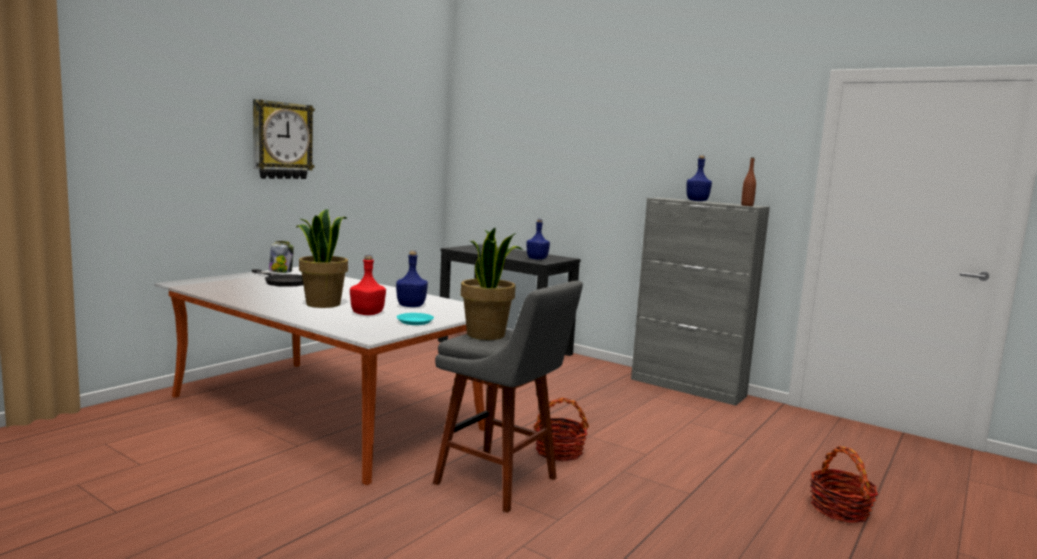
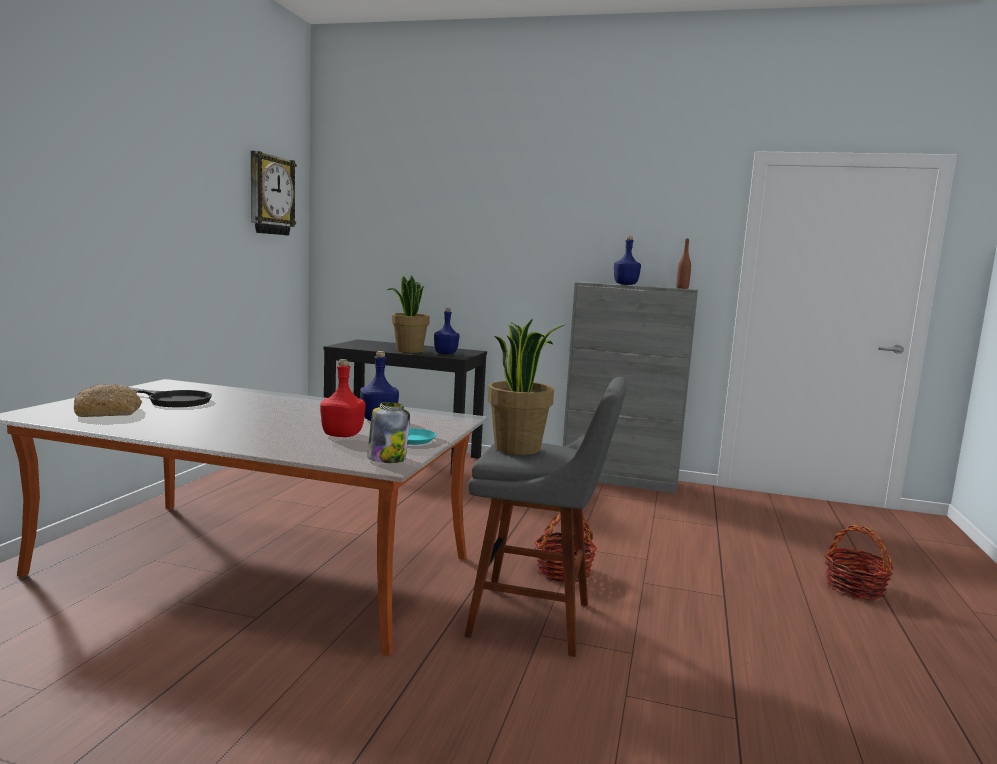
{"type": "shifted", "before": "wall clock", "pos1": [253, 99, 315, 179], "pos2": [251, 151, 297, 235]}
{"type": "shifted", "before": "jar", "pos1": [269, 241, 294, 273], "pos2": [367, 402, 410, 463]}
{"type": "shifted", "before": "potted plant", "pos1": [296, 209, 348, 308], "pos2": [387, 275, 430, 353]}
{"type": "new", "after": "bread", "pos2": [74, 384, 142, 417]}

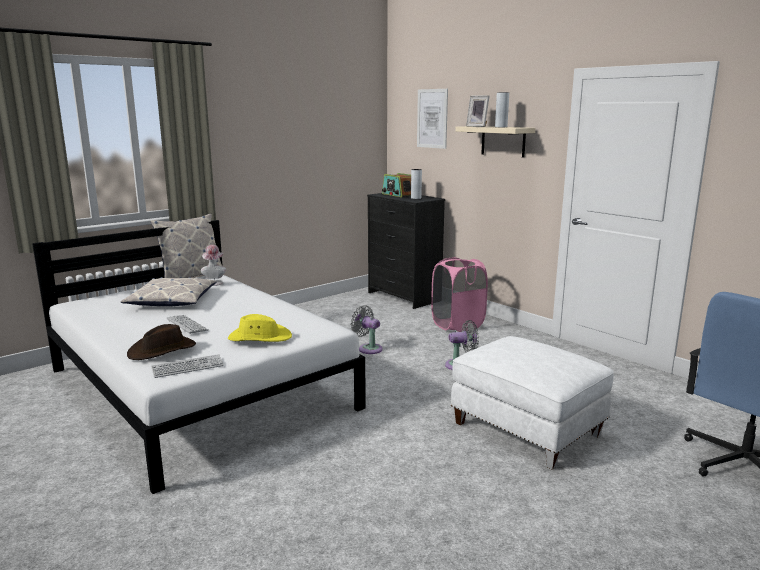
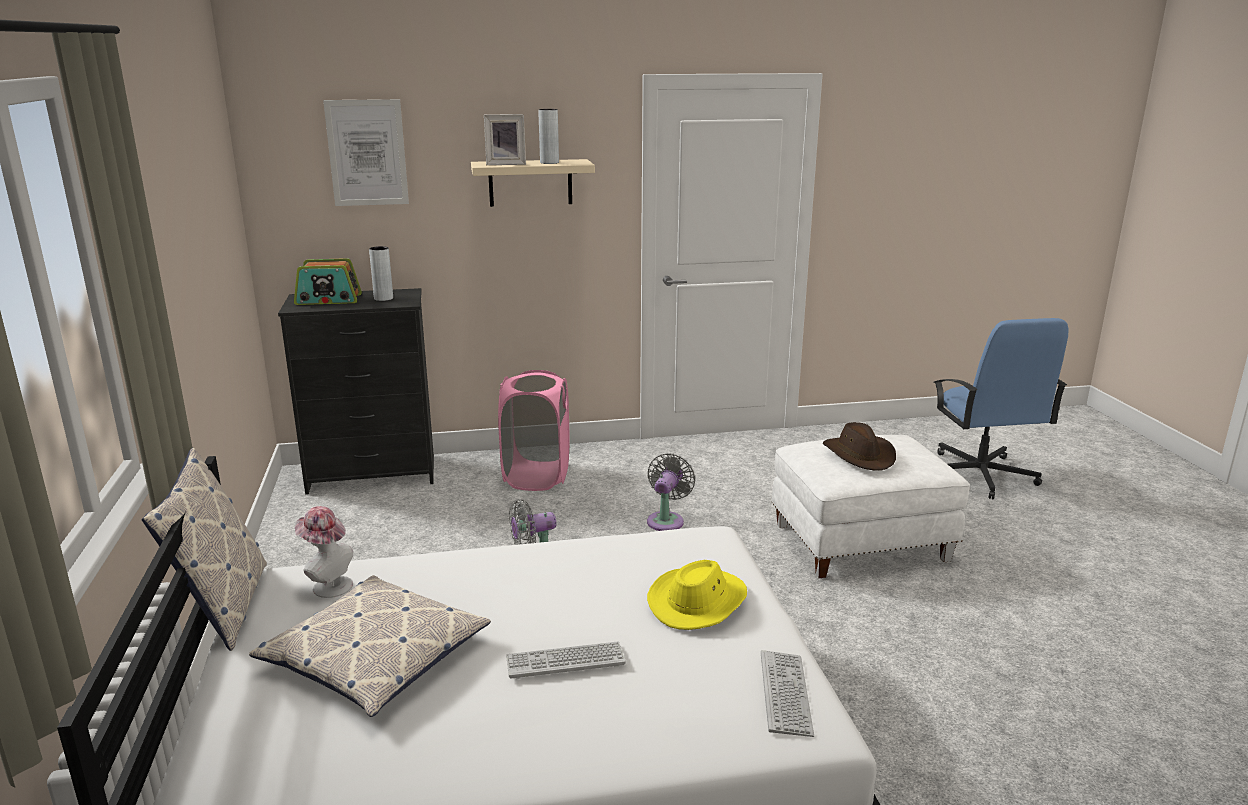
{"type": "shifted", "before": "brown hat", "pos1": [127, 324, 196, 360], "pos2": [823, 422, 896, 471]}

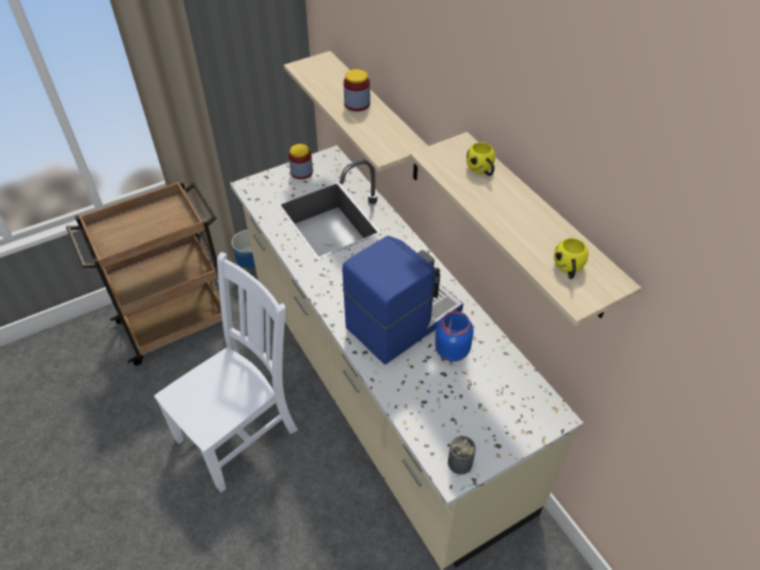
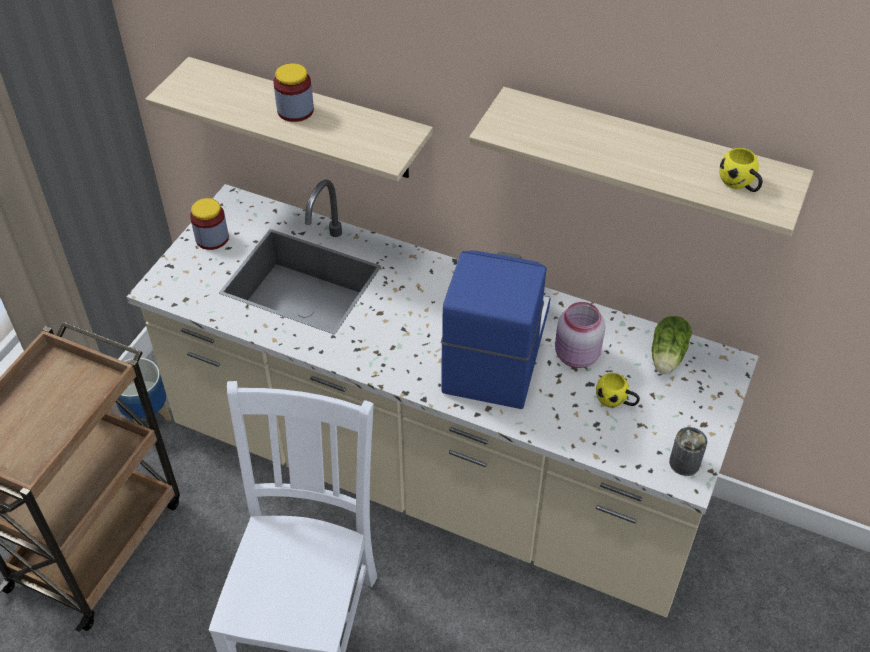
{"type": "repainted", "before": "blue jar", "after": "pink jar", "pos1": [435, 311, 474, 362], "pos2": [555, 302, 605, 368]}
{"type": "shifted", "before": "yellow mug", "pos1": [467, 142, 495, 176], "pos2": [596, 373, 640, 408]}
{"type": "new", "after": "lettuce", "pos2": [652, 316, 692, 374]}

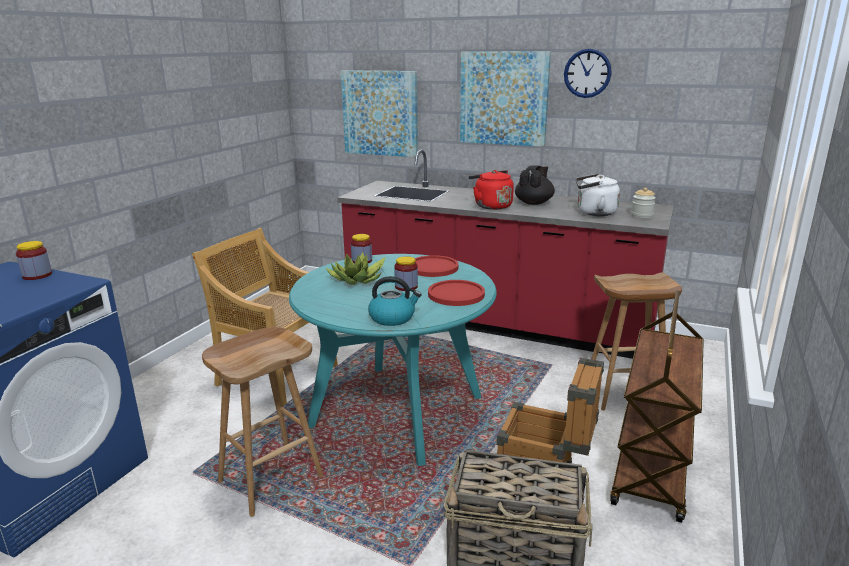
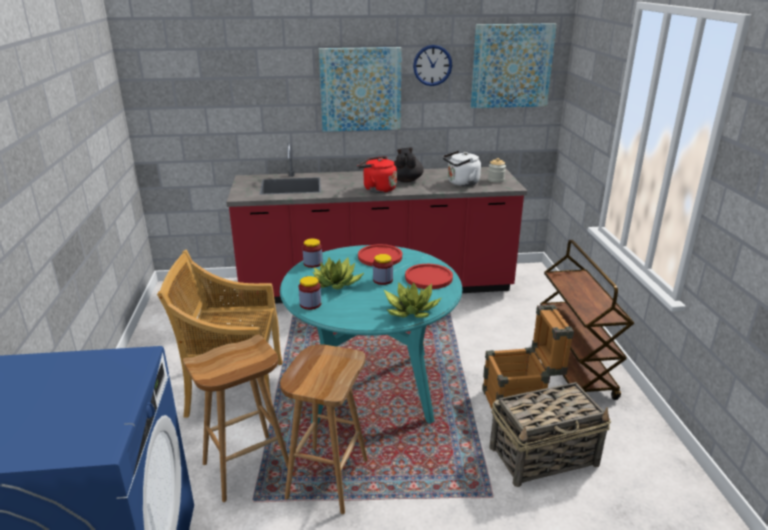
{"type": "shifted", "before": "jar", "pos1": [16, 241, 52, 280], "pos2": [299, 276, 321, 310]}
{"type": "shifted", "before": "picture", "pos1": [341, 70, 418, 157], "pos2": [471, 23, 557, 108]}
{"type": "swapped", "before": "kettle", "after": "potted plant", "pos1": [368, 276, 422, 326], "pos2": [383, 282, 441, 318]}
{"type": "shifted", "before": "brown stool", "pos1": [591, 272, 682, 411], "pos2": [183, 335, 289, 502]}

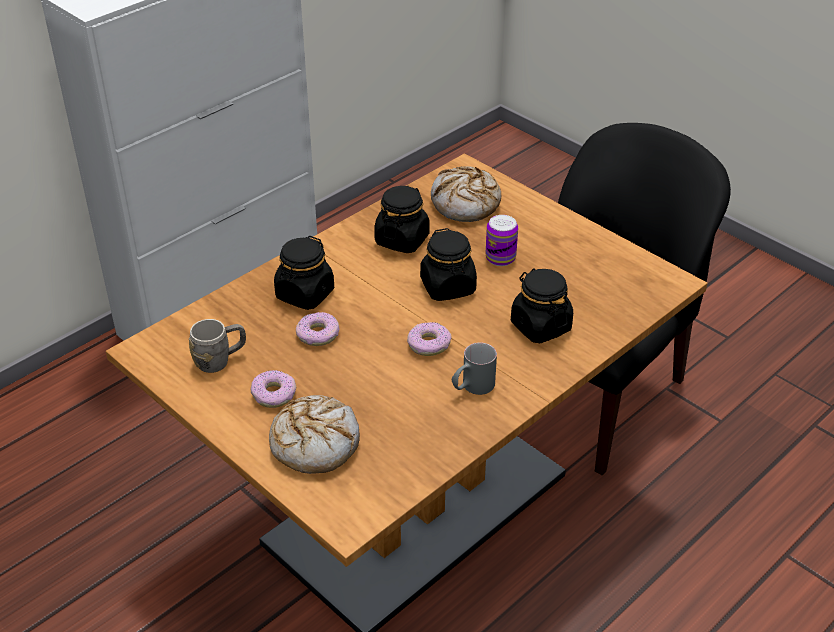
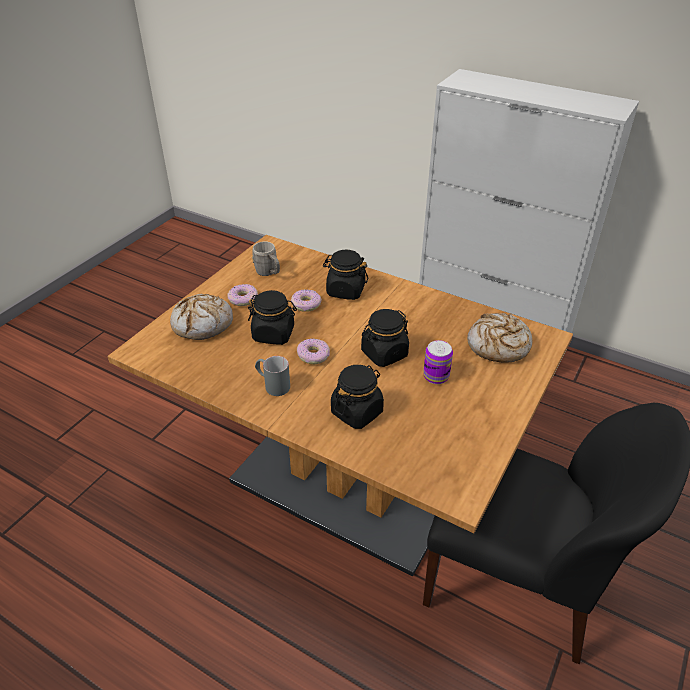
{"type": "shifted", "before": "black jar", "pos1": [374, 186, 430, 253], "pos2": [248, 290, 297, 345]}

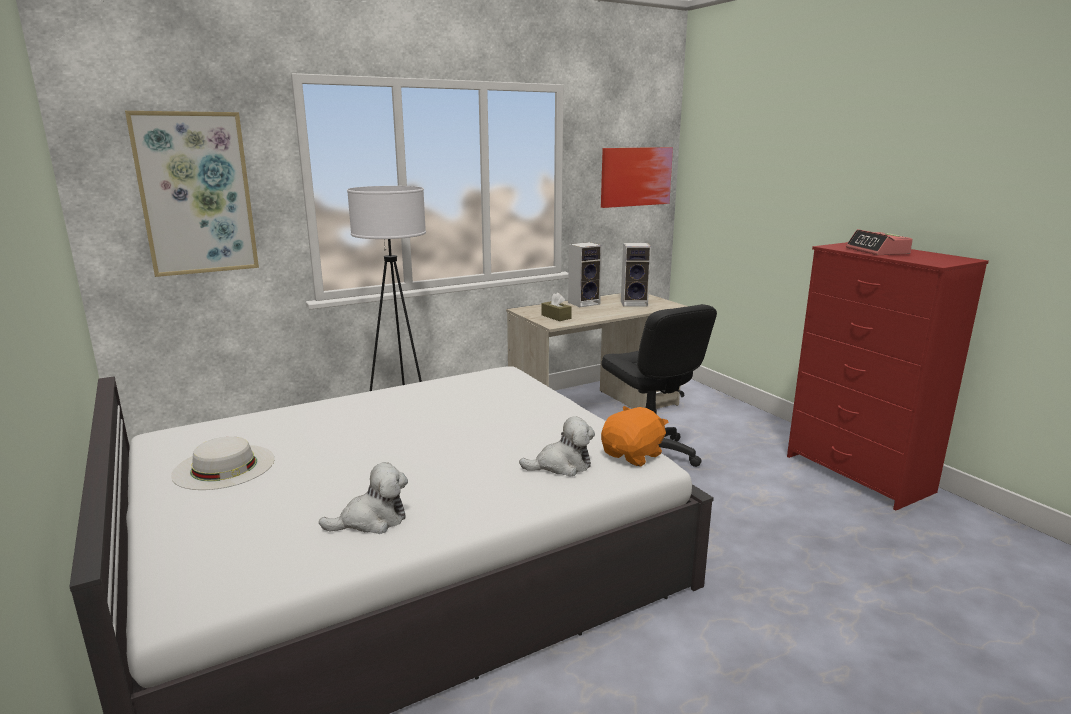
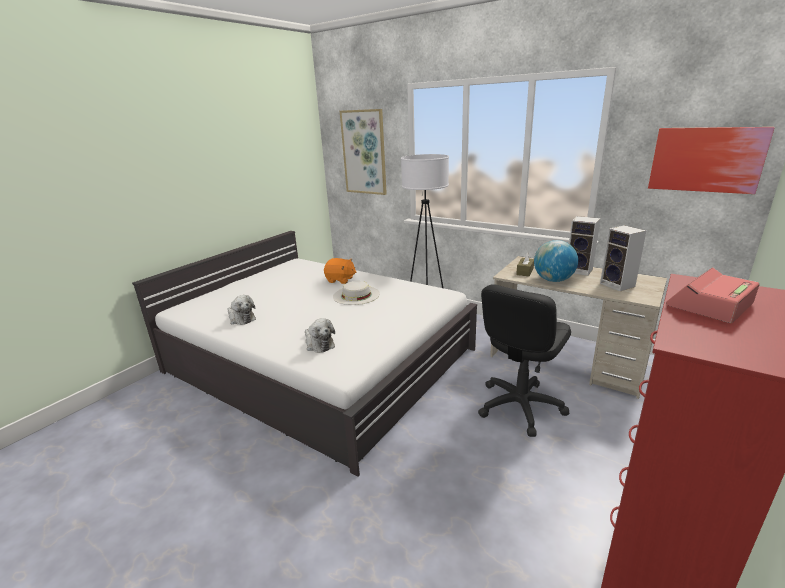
{"type": "shifted", "before": "white hat", "pos1": [171, 437, 275, 490], "pos2": [333, 281, 380, 305]}
{"type": "shifted", "before": "orange plush toy", "pos1": [601, 406, 668, 467], "pos2": [324, 258, 356, 284]}
{"type": "new", "after": "globe", "pos2": [534, 240, 578, 282]}

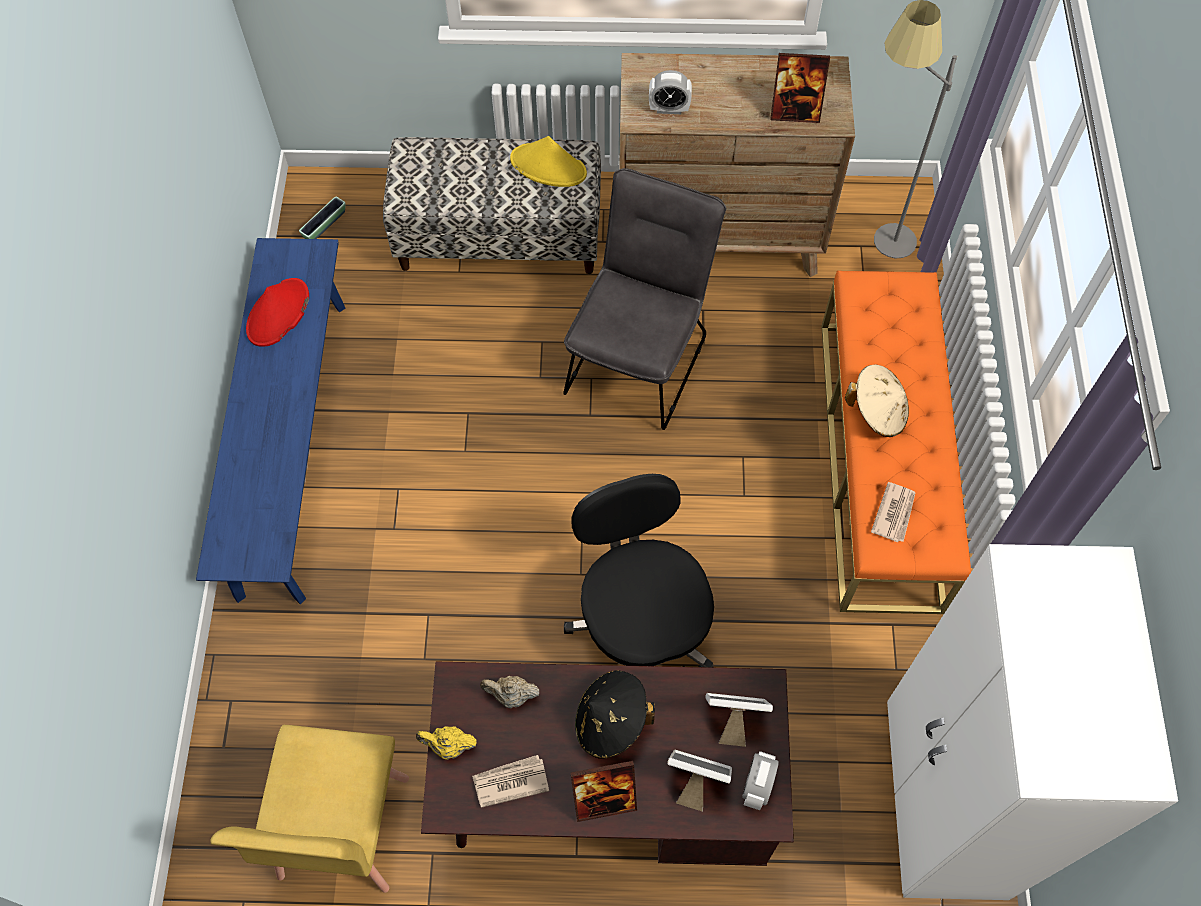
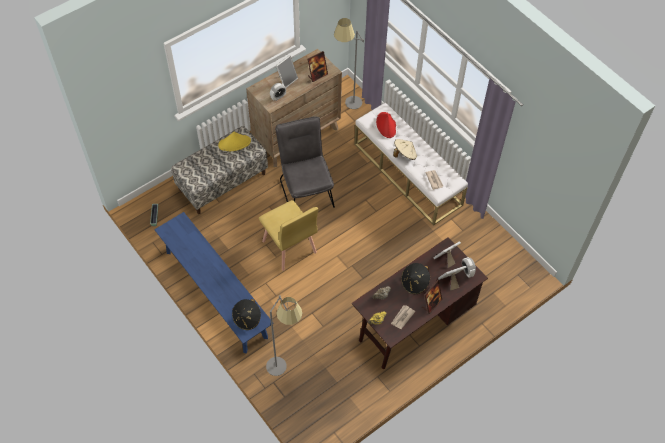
{"type": "shifted", "before": "yellow chair", "pos1": [210, 725, 409, 893], "pos2": [259, 200, 318, 271]}
{"type": "shifted", "before": "red hat", "pos1": [246, 278, 309, 347], "pos2": [376, 112, 396, 138]}
{"type": "gone", "before": "black office chair", "pos1": [564, 474, 714, 668]}
{"type": "repainted", "before": "orange bench", "after": "white bench", "pos1": [821, 271, 971, 614], "pos2": [354, 102, 468, 226]}
{"type": "gone", "before": "white wardrobe", "pos1": [887, 544, 1178, 900]}
{"type": "new", "after": "black hat", "pos2": [232, 299, 261, 330]}
{"type": "new", "after": "grey floor lamp", "pos2": [266, 295, 302, 376]}
{"type": "new", "after": "picture frame", "pos2": [276, 55, 298, 88]}

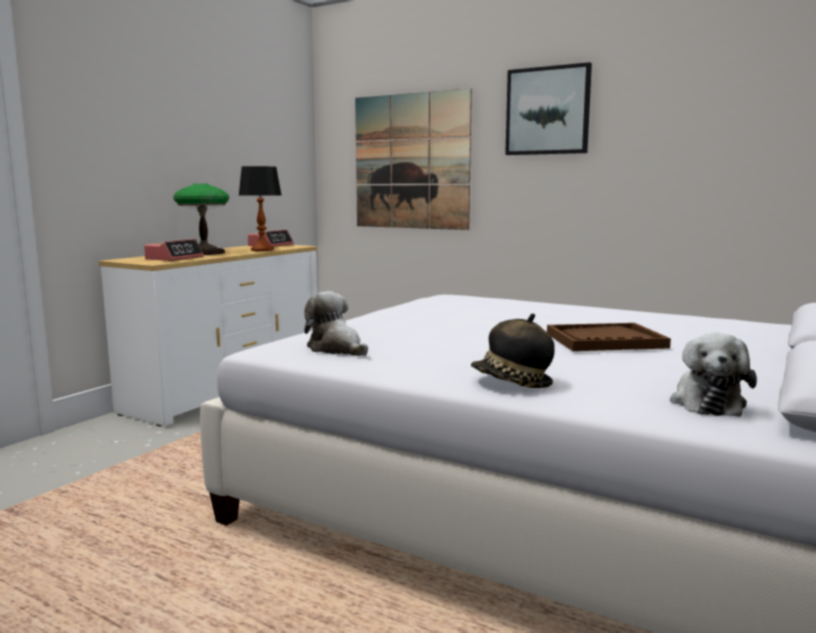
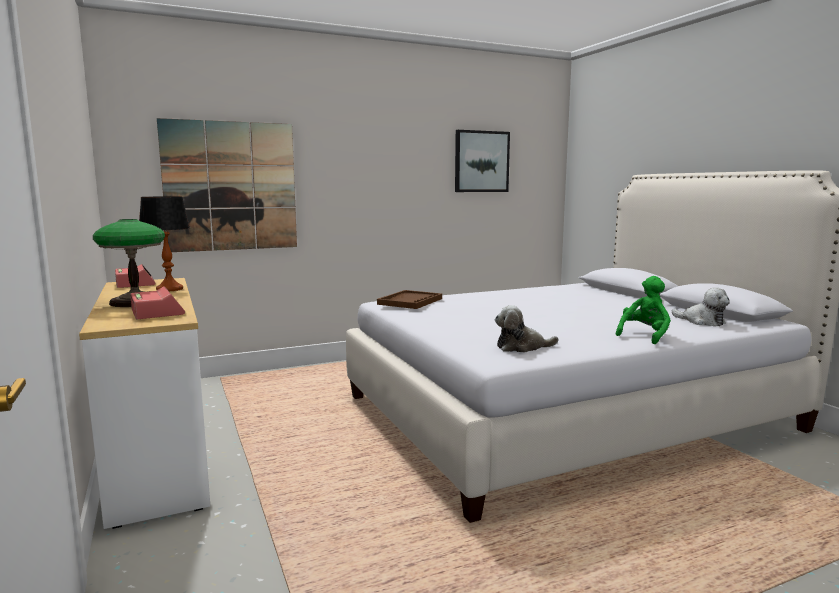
{"type": "swapped", "before": "hat", "after": "green plush toy", "pos1": [471, 314, 555, 388], "pos2": [616, 276, 671, 344]}
{"type": "shifted", "before": "picture", "pos1": [505, 62, 592, 155], "pos2": [455, 130, 510, 192]}
{"type": "shifted", "before": "brown tray", "pos1": [547, 323, 671, 351], "pos2": [377, 290, 442, 309]}

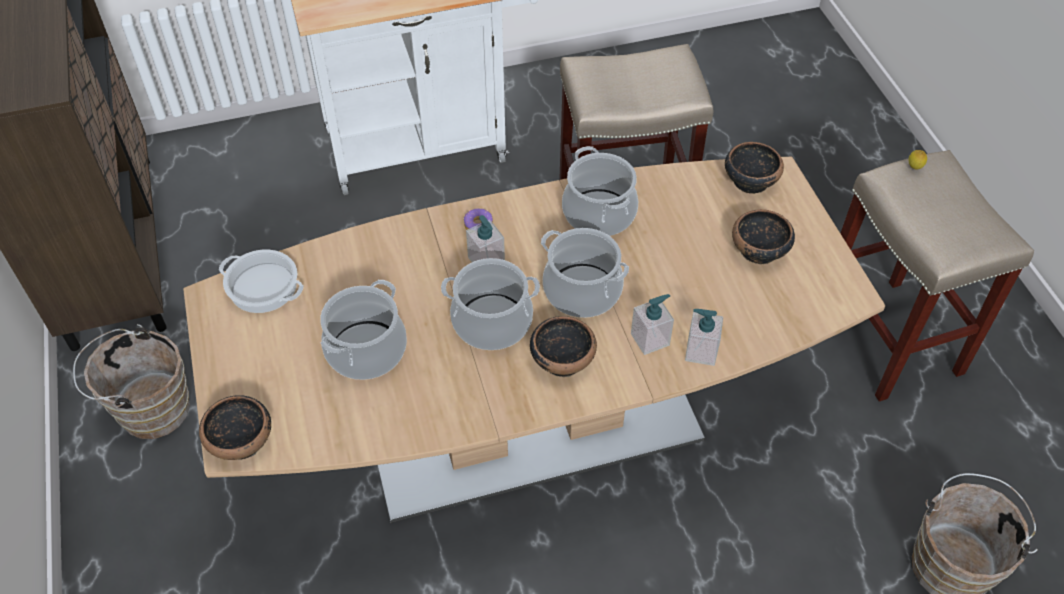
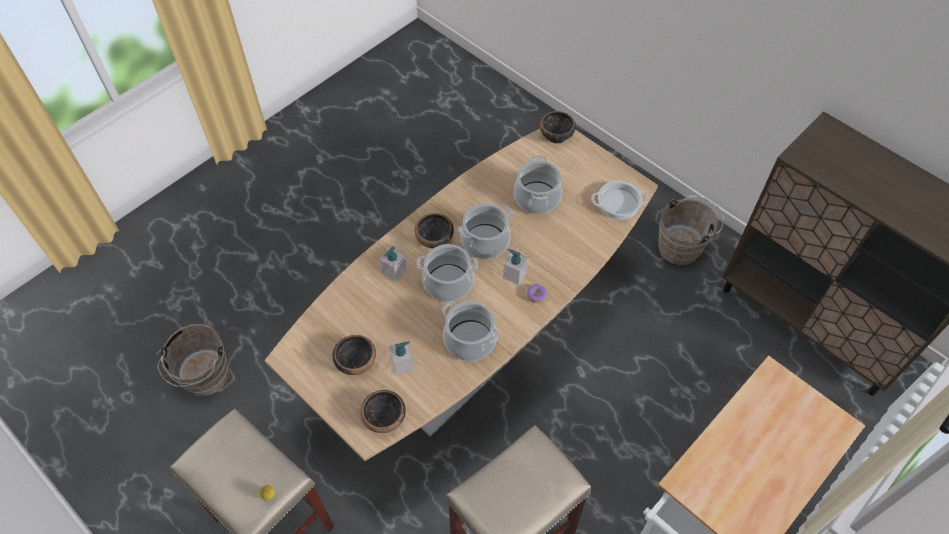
{"type": "shifted", "before": "soap dispenser", "pos1": [685, 309, 723, 366], "pos2": [389, 341, 414, 376]}

